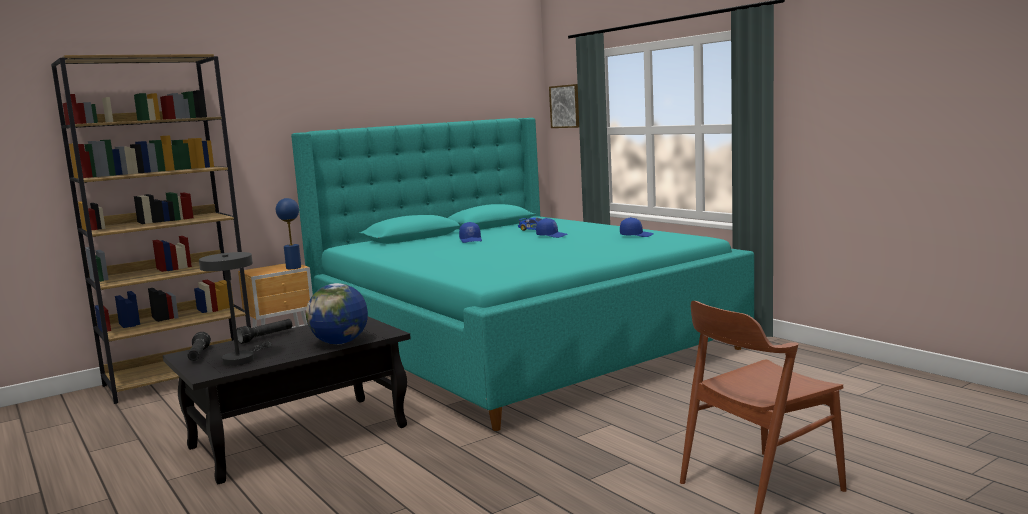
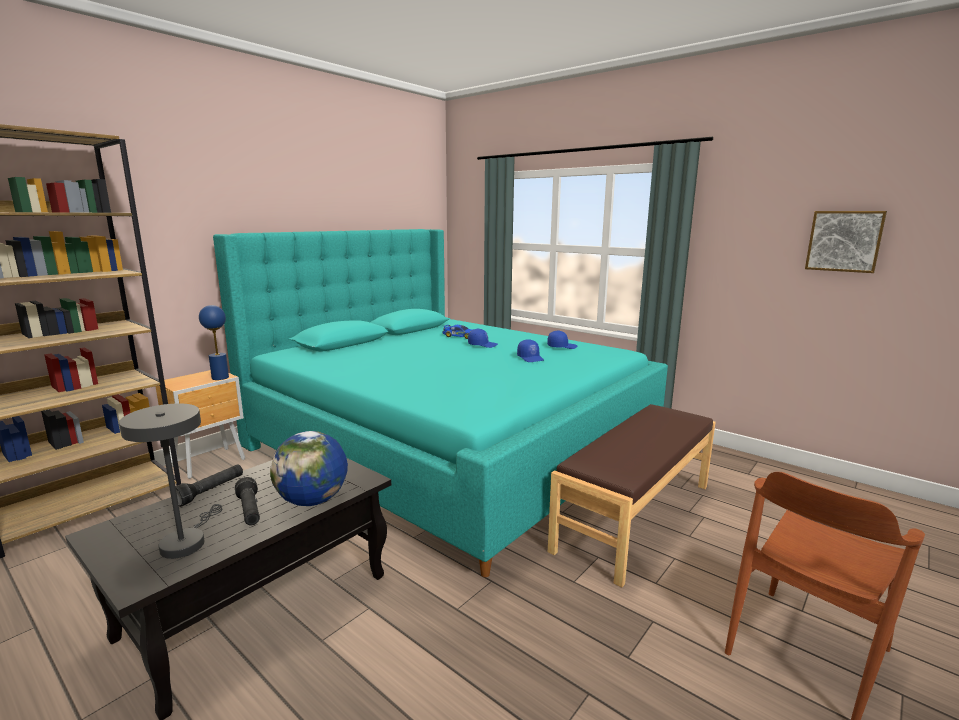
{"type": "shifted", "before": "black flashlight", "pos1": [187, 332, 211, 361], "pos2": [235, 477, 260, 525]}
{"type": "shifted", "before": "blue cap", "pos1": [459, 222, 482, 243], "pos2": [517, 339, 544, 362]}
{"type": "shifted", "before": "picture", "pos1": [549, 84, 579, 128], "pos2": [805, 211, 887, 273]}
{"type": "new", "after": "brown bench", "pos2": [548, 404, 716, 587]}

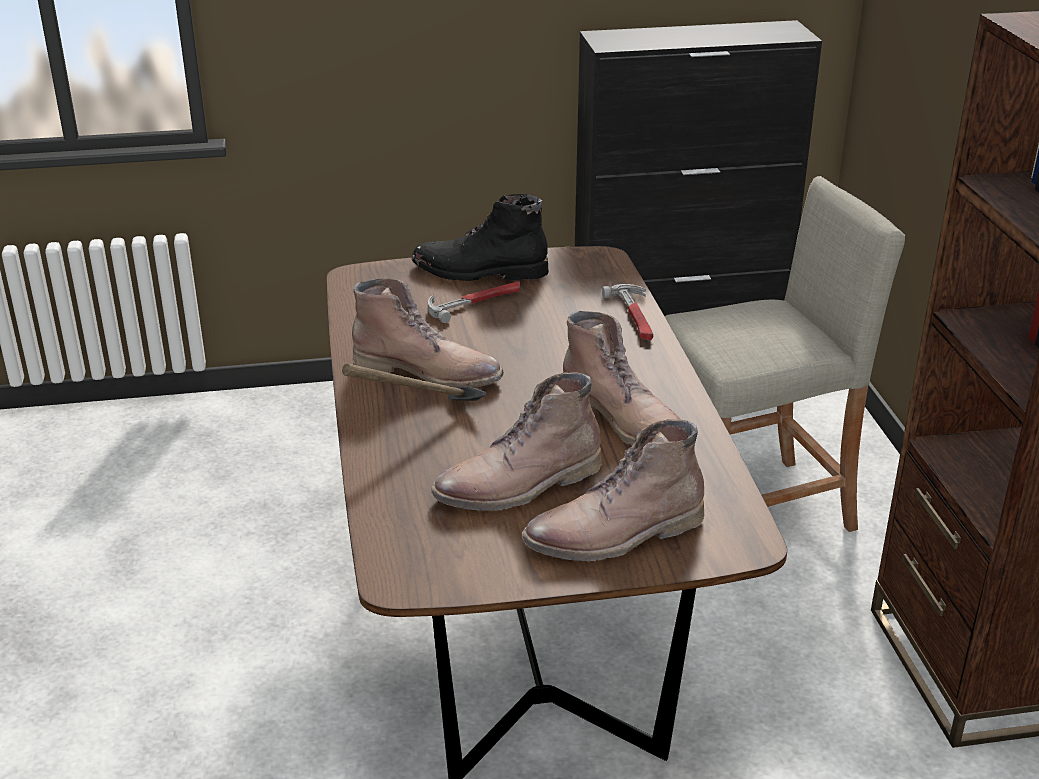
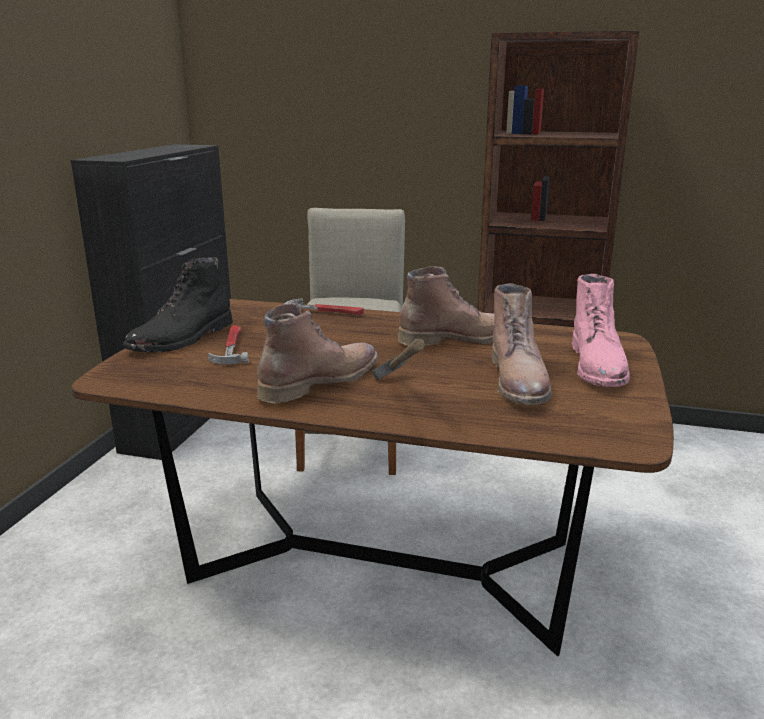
{"type": "repainted", "before": "brown boot", "after": "pink boot", "pos1": [522, 419, 704, 562], "pos2": [572, 274, 630, 387]}

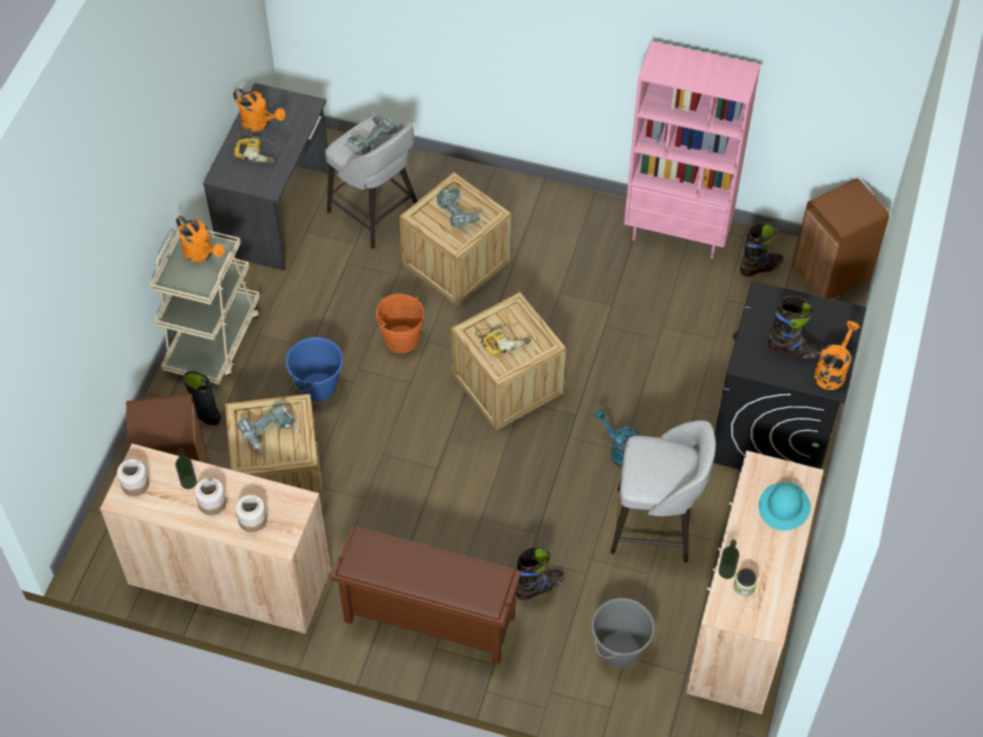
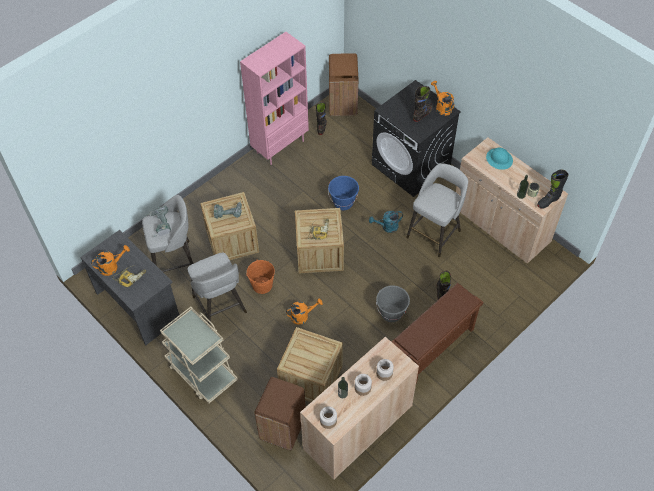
{"type": "shifted", "before": "orange watering can", "pos1": [176, 216, 225, 262], "pos2": [286, 298, 323, 325]}
{"type": "shifted", "before": "black boot", "pos1": [184, 371, 221, 426], "pos2": [537, 169, 569, 209]}
{"type": "gone", "before": "power drill", "pos1": [237, 403, 299, 455]}
{"type": "shifted", "before": "blue bucket", "pos1": [286, 337, 343, 401], "pos2": [328, 176, 359, 210]}
{"type": "shifted", "before": "grey bucket", "pos1": [591, 598, 655, 667], "pos2": [376, 285, 410, 322]}
{"type": "new", "after": "grey stool", "pos2": [188, 253, 247, 326]}

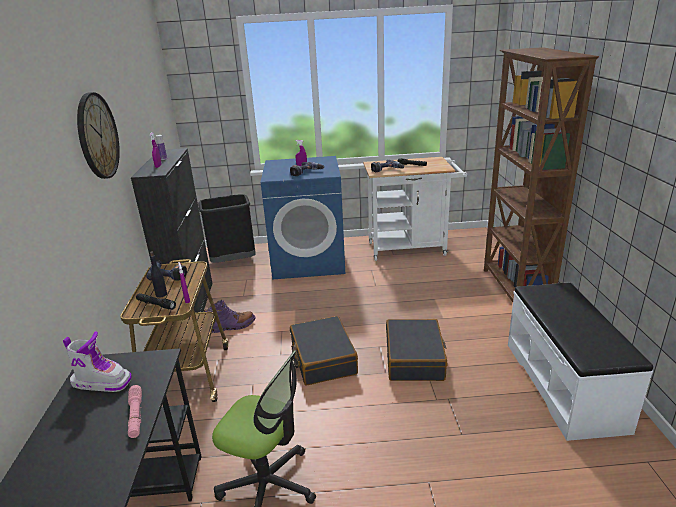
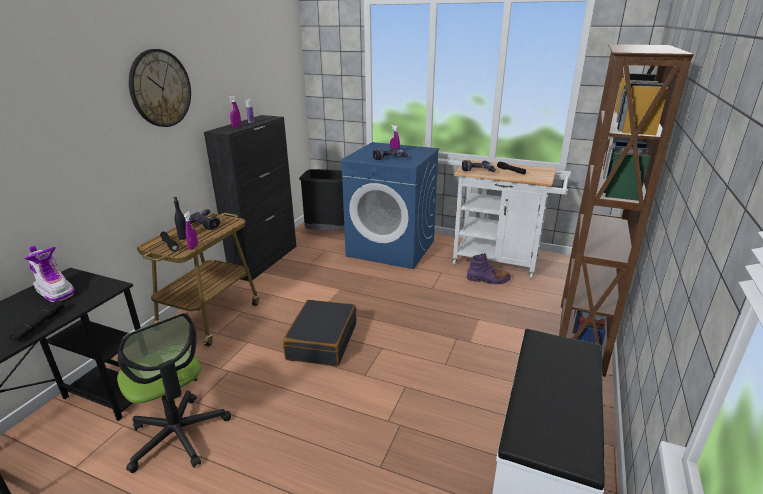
{"type": "repainted", "before": "pink flashlight", "after": "black flashlight", "pos1": [128, 385, 142, 438], "pos2": [9, 300, 64, 342]}
{"type": "shifted", "before": "purple boot", "pos1": [204, 300, 256, 333], "pos2": [467, 253, 511, 284]}
{"type": "gone", "before": "black suitcase", "pos1": [386, 319, 447, 381]}

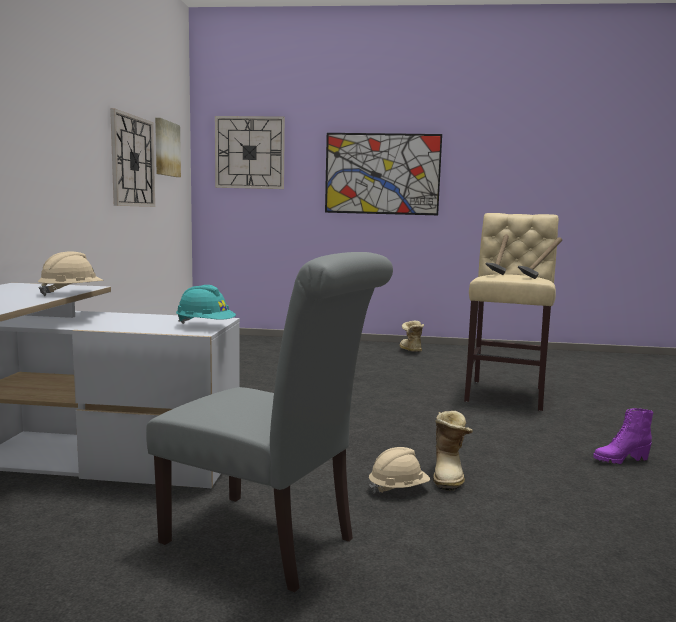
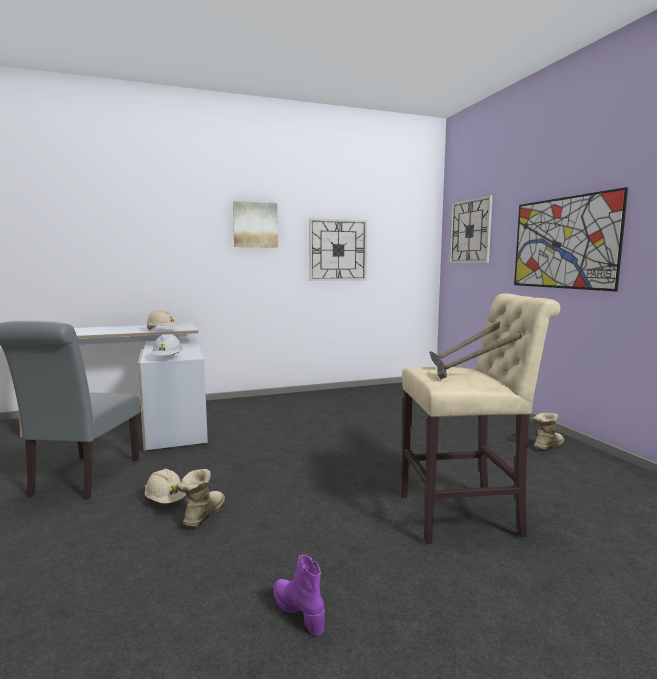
{"type": "shifted", "before": "picture", "pos1": [155, 118, 181, 177], "pos2": [233, 201, 278, 248]}
{"type": "repainted", "before": "turquoise hard hat", "after": "white hard hat", "pos1": [176, 285, 236, 324], "pos2": [151, 334, 183, 356]}
{"type": "rotated", "before": "boot", "pos1": [433, 411, 473, 491], "pos2": [175, 469, 225, 527], "turn": 120}

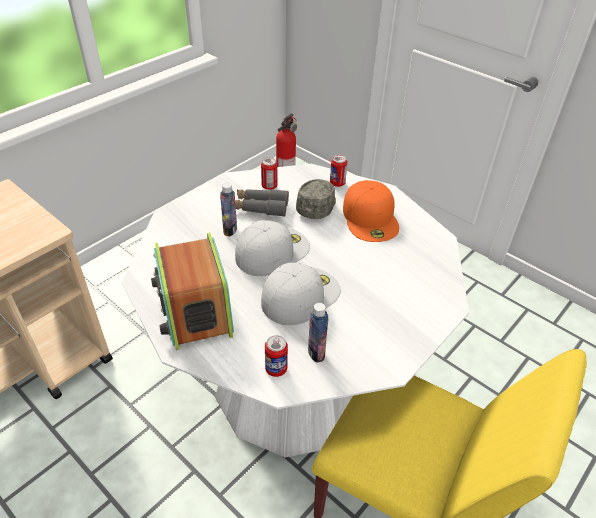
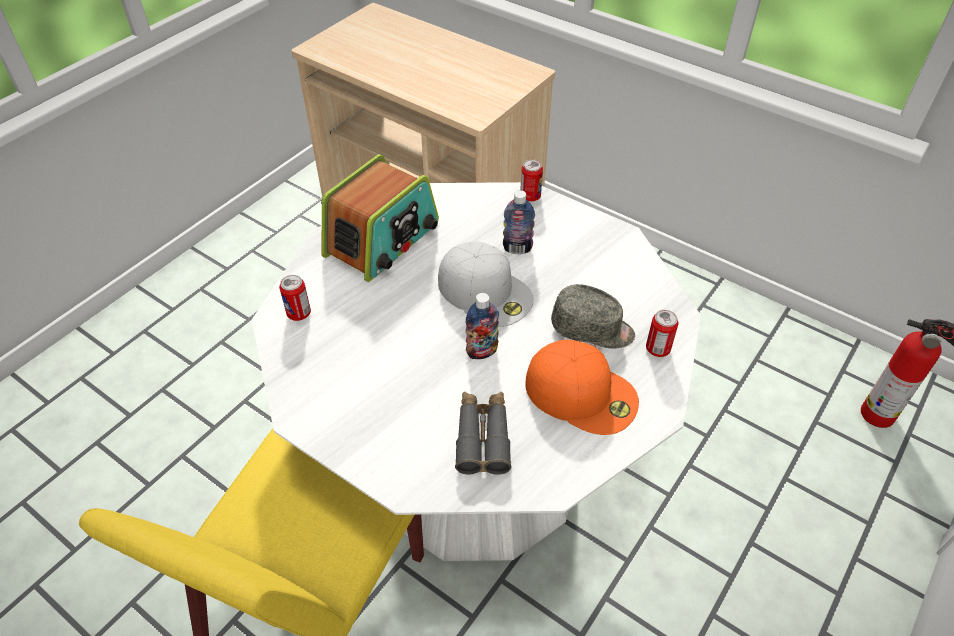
{"type": "rotated", "before": "radio", "pos1": [151, 233, 234, 350], "pos2": [321, 154, 439, 282], "turn": 150}
{"type": "shifted", "before": "grey binoculars", "pos1": [235, 189, 289, 216], "pos2": [455, 392, 512, 475]}
{"type": "shifted", "before": "can", "pos1": [261, 158, 277, 190], "pos2": [520, 160, 543, 202]}
{"type": "gone", "before": "white cap", "pos1": [261, 263, 341, 325]}
{"type": "shifted", "before": "bottle", "pos1": [308, 303, 328, 363], "pos2": [465, 293, 499, 359]}
{"type": "rotated", "before": "orange cap", "pos1": [343, 180, 399, 242], "pos2": [525, 340, 639, 435], "turn": -135}

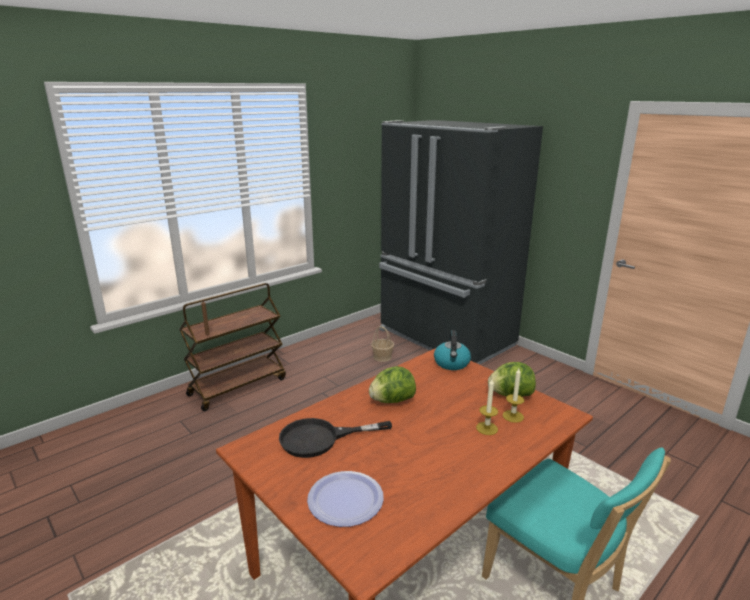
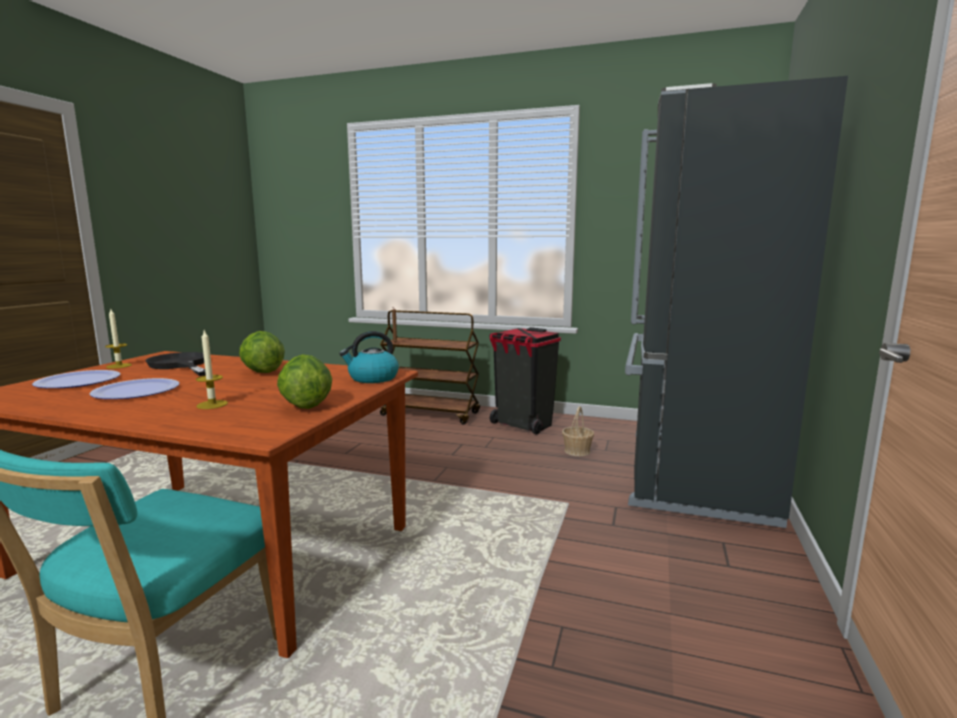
{"type": "shifted", "before": "candle", "pos1": [503, 368, 524, 423], "pos2": [105, 309, 132, 369]}
{"type": "new", "after": "plate", "pos2": [89, 378, 179, 399]}
{"type": "new", "after": "black trash can", "pos2": [489, 327, 561, 435]}

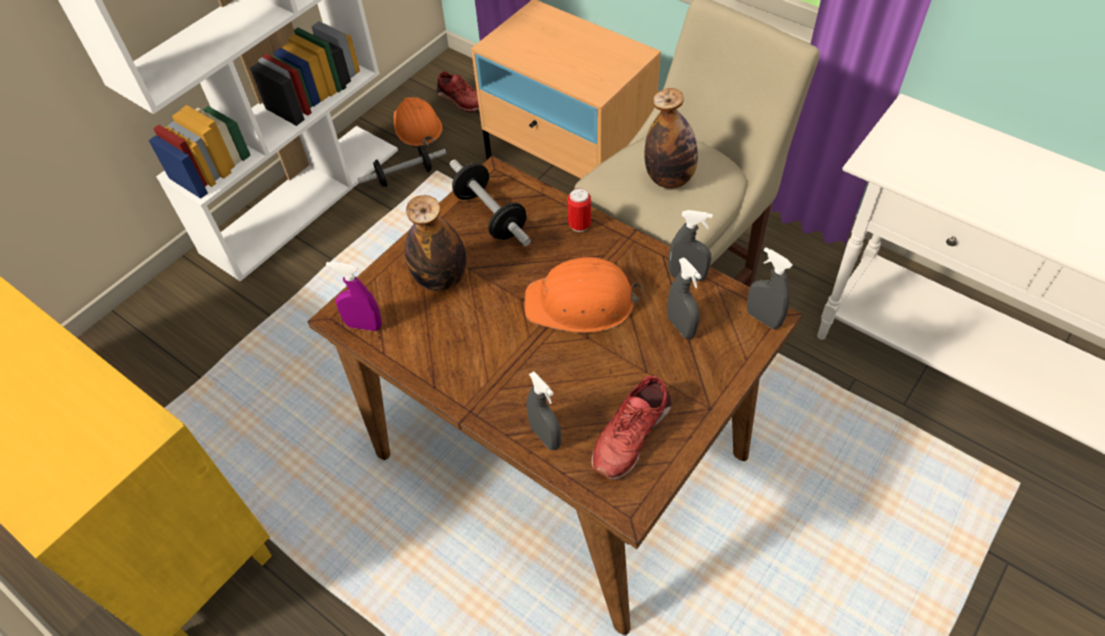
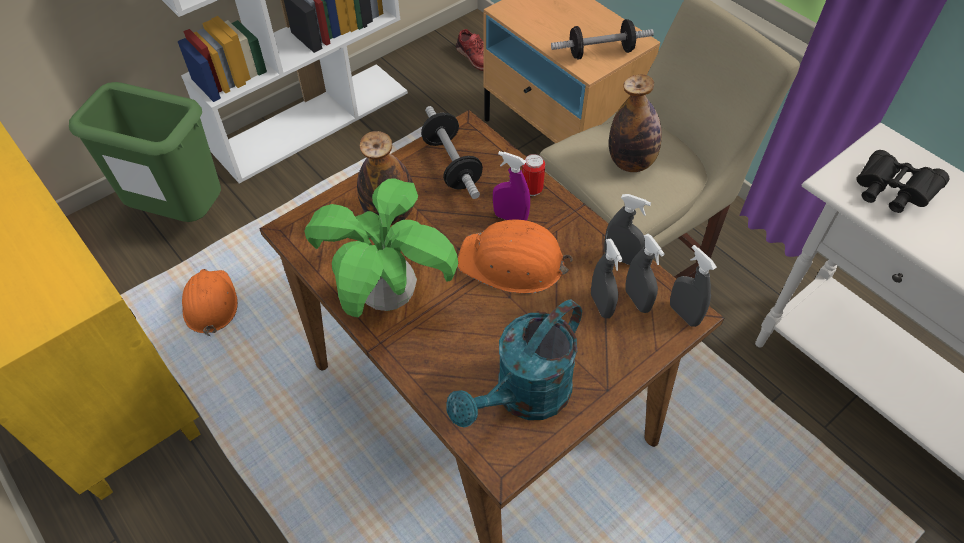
{"type": "shifted", "before": "purple spray bottle", "pos1": [326, 262, 382, 331], "pos2": [493, 151, 530, 221]}
{"type": "shifted", "before": "dumbbell", "pos1": [358, 145, 446, 187], "pos2": [551, 19, 654, 60]}
{"type": "shifted", "before": "orange hard hat", "pos1": [394, 97, 443, 147], "pos2": [182, 269, 238, 336]}
{"type": "shifted", "before": "grey spray bottle", "pos1": [527, 371, 561, 450], "pos2": [625, 234, 665, 313]}
{"type": "swapped", "before": "red shoe", "after": "turquoise watering can", "pos1": [591, 376, 671, 480], "pos2": [446, 300, 582, 428]}
{"type": "new", "after": "green trash can", "pos2": [69, 82, 221, 222]}
{"type": "new", "after": "potted plant", "pos2": [304, 178, 458, 317]}
{"type": "new", "after": "black binoculars", "pos2": [856, 150, 949, 213]}

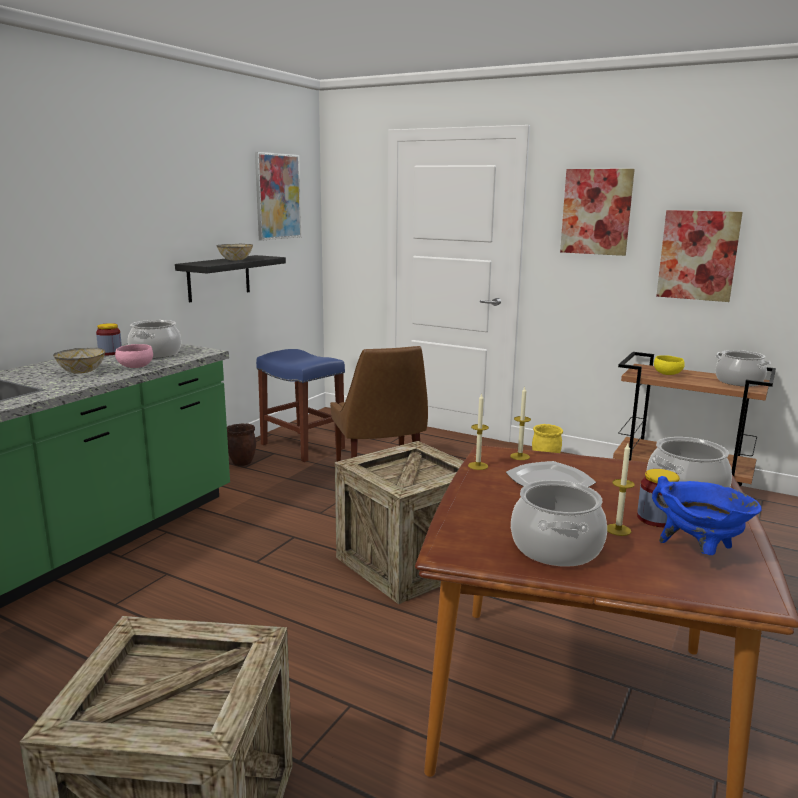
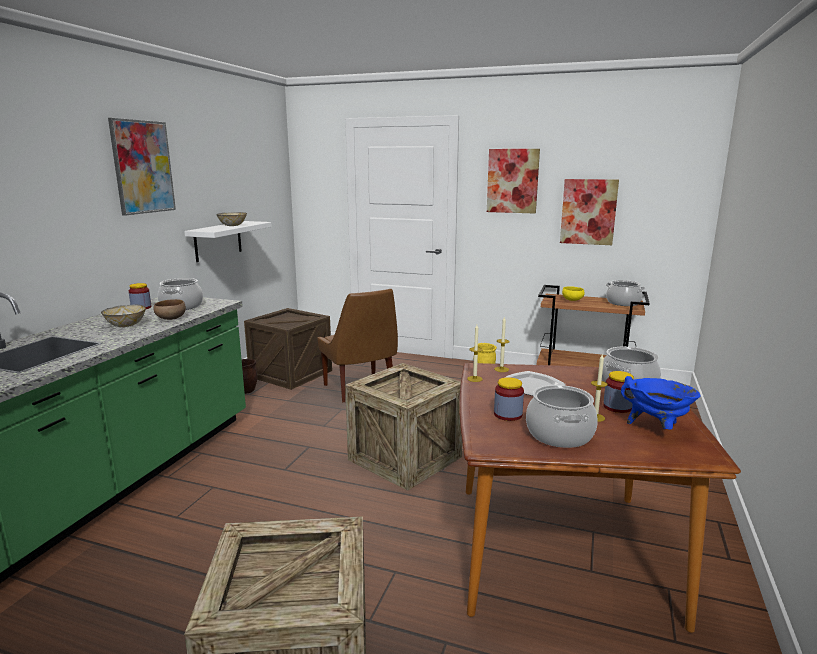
{"type": "repainted", "before": "pink bowl", "after": "brown bowl", "pos1": [115, 344, 153, 368], "pos2": [154, 299, 186, 320]}
{"type": "repainted", "before": "black shelf", "after": "white shelf", "pos1": [175, 255, 286, 302], "pos2": [184, 221, 272, 262]}
{"type": "shifted", "before": "picture", "pos1": [255, 152, 301, 241], "pos2": [108, 118, 176, 216]}
{"type": "swapped", "before": "blue stool", "after": "crate", "pos1": [256, 349, 345, 462], "pos2": [244, 308, 332, 390]}
{"type": "new", "after": "jar", "pos2": [494, 377, 524, 421]}

